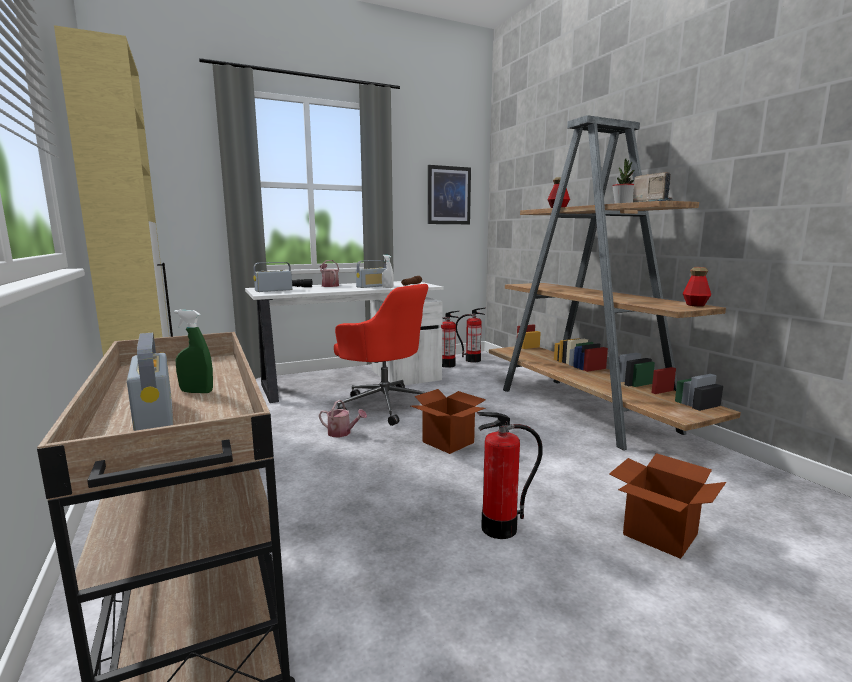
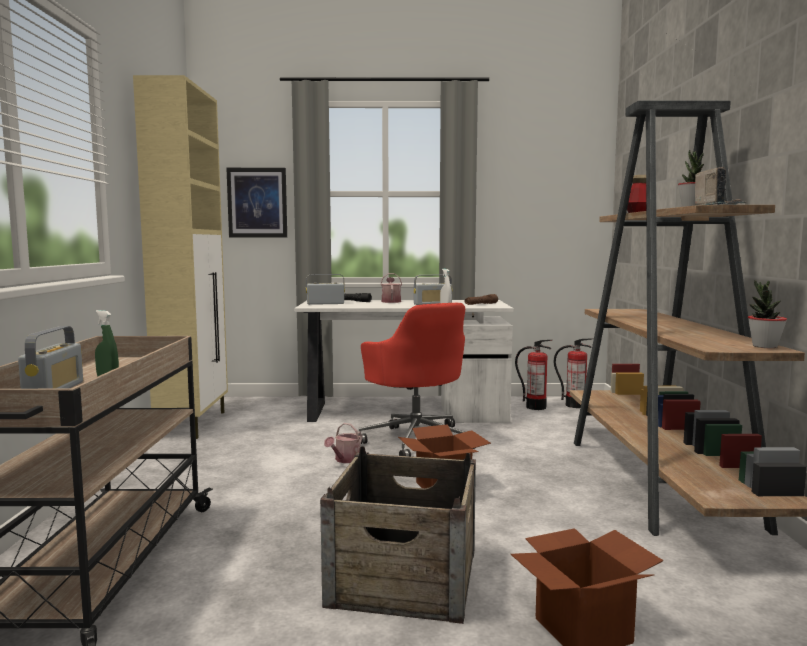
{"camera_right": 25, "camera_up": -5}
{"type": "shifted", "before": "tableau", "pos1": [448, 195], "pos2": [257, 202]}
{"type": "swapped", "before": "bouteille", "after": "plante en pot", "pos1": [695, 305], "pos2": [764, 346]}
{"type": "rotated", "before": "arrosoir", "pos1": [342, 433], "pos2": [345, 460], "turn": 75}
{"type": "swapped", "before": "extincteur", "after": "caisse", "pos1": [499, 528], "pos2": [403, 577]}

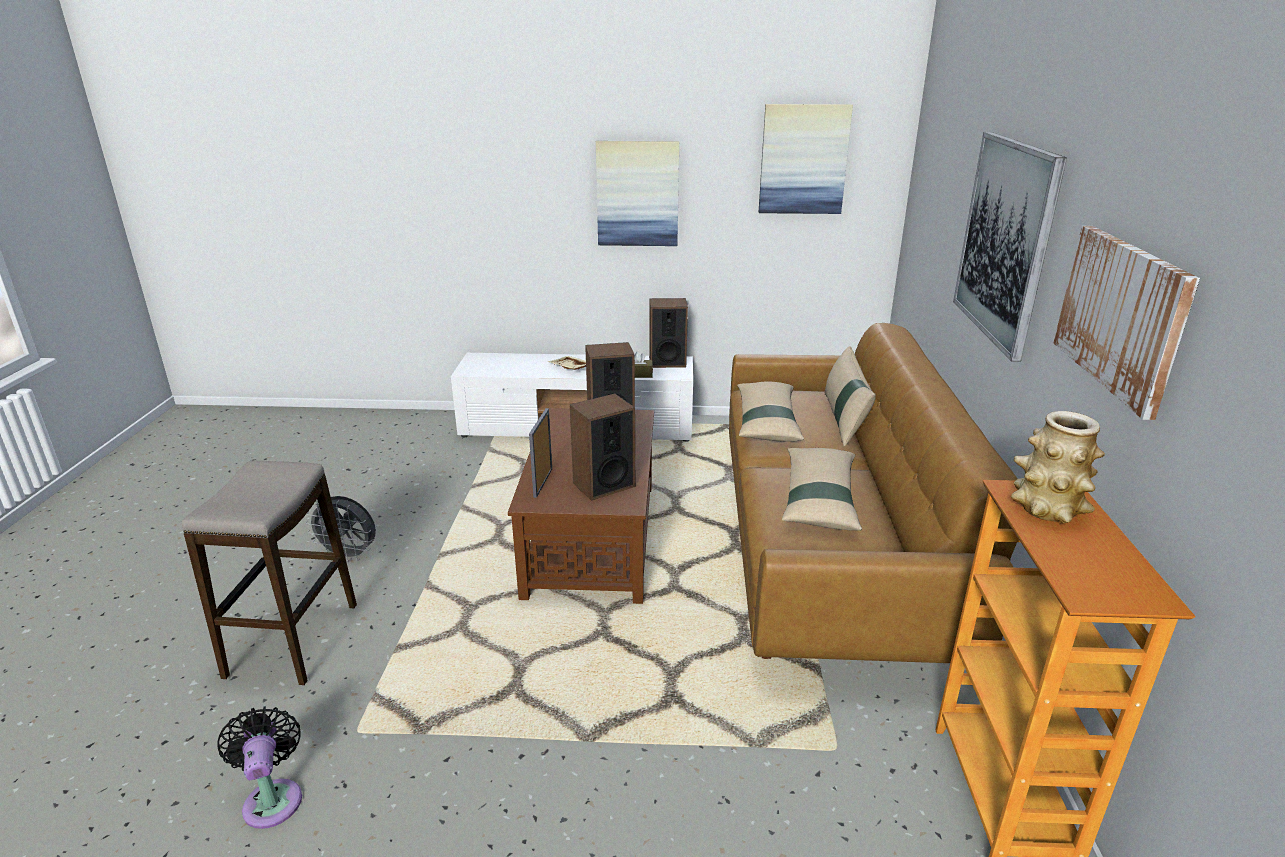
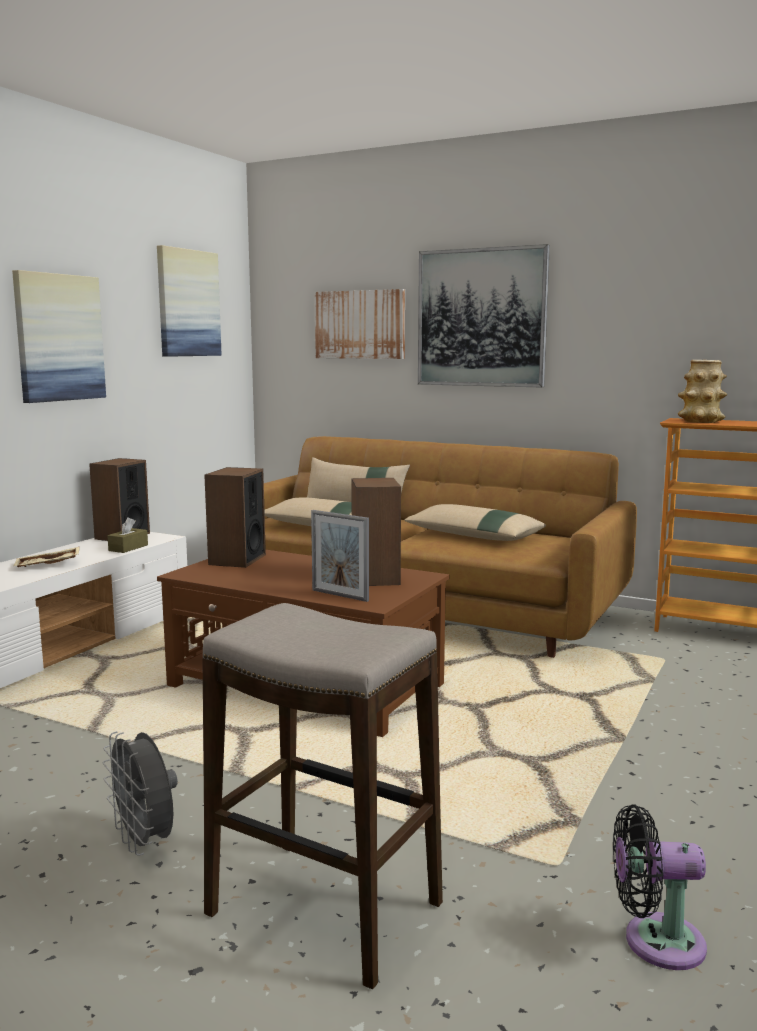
{"camera_right": -65, "camera_up": -15}
{"type": "shifted", "before": "tableau", "pos1": [1121, 315], "pos2": [360, 324]}
{"type": "rotated", "before": "ventilateur/gris", "pos1": [349, 555], "pos2": [145, 842], "turn": 105}

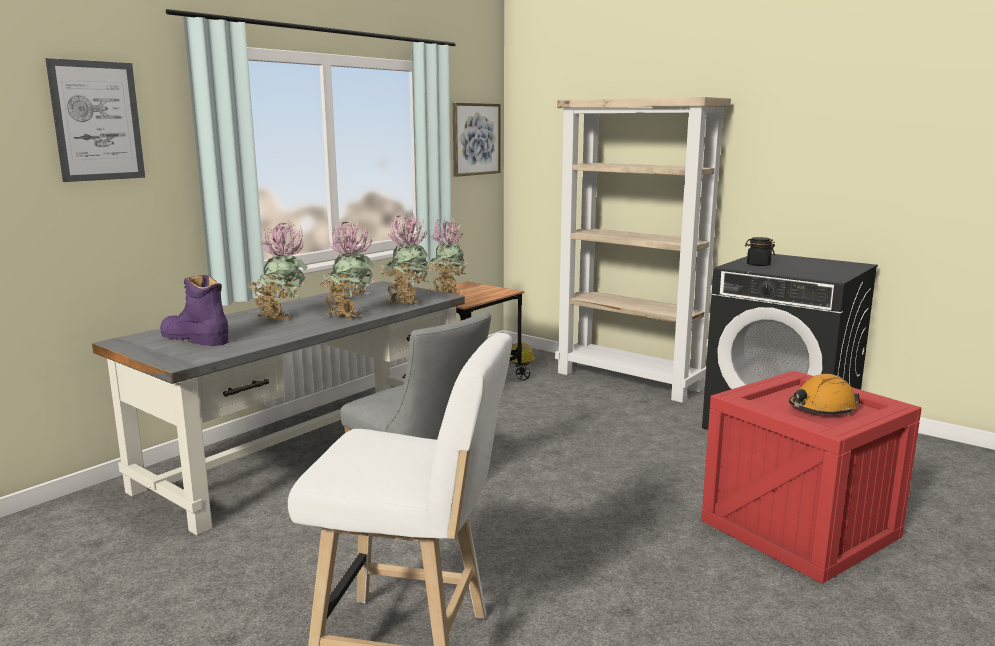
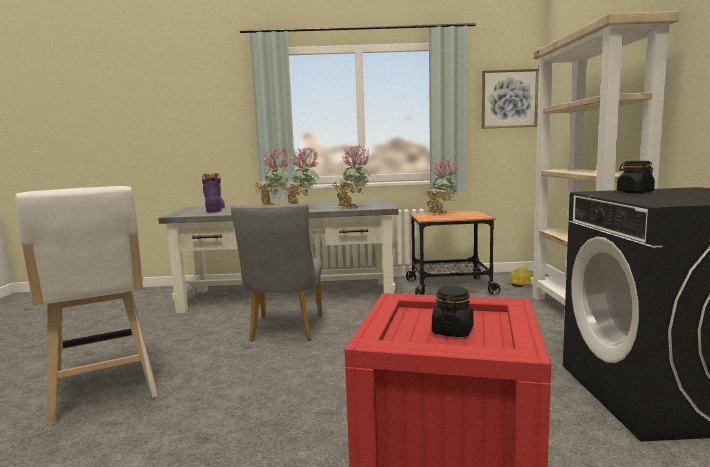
{"camera_right": 50, "camera_up": -5}
{"type": "gone", "before": "tableau", "pos1": [97, 121]}
{"type": "swapped", "before": "casque de chantier/orange", "after": "bocal/noir", "pos1": [822, 408], "pos2": [452, 331]}

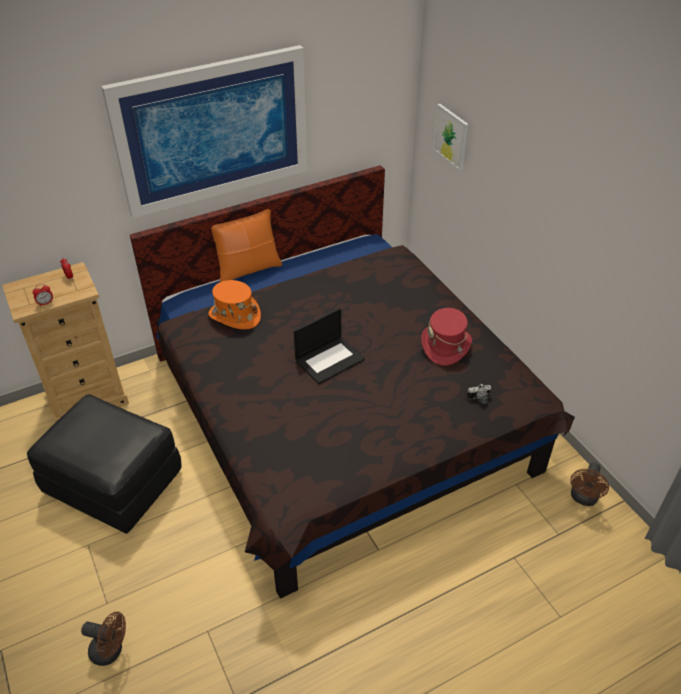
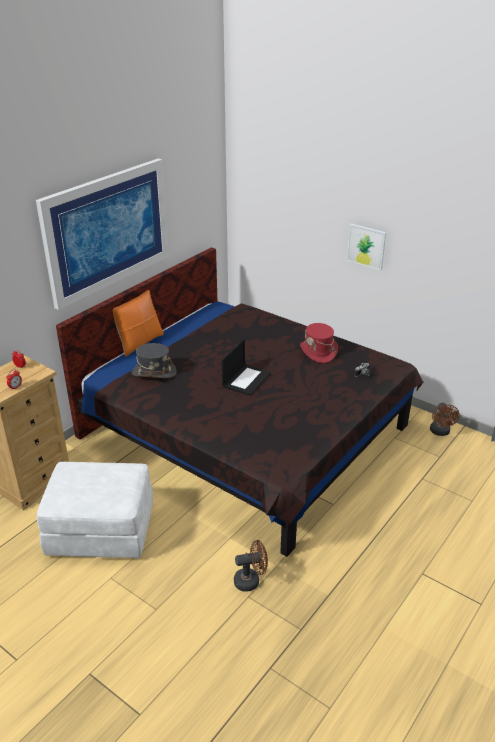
{"camera_right": -25, "camera_up": -10}
{"type": "shifted", "before": "tableau", "pos1": [451, 136], "pos2": [366, 246]}
{"type": "repainted", "before": "chapeau/orange", "after": "chapeau/gris", "pos1": [234, 316], "pos2": [154, 372]}
{"type": "repainted", "before": "pouf/noir", "after": "pouf/blanc", "pos1": [112, 482], "pos2": [100, 530]}
{"type": "shifted", "before": "ventilateur/marron", "pos1": [111, 651], "pos2": [251, 580]}

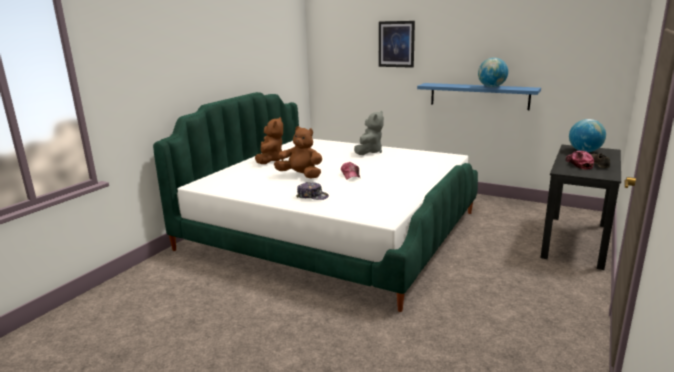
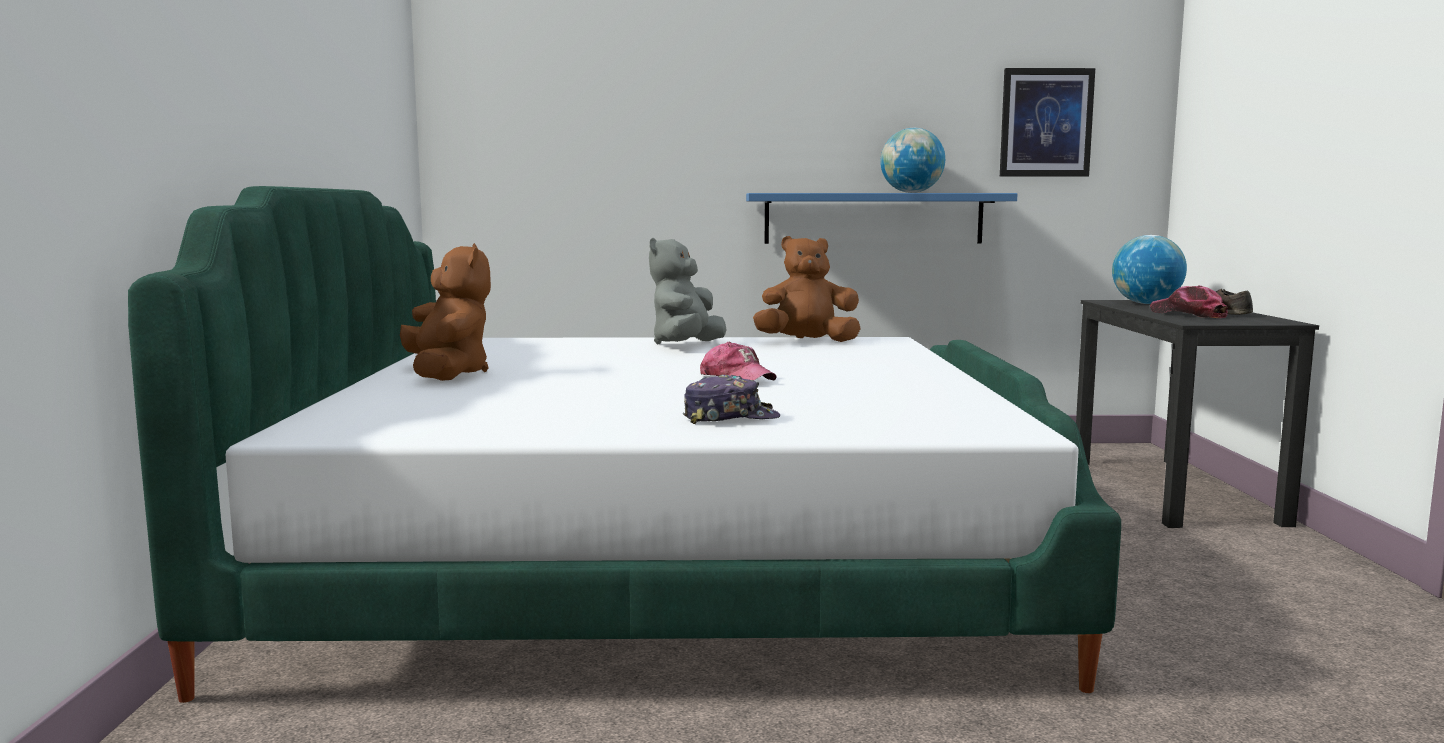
{"camera_right": -30, "camera_up": -10}
{"type": "shifted", "before": "tableau", "pos1": [396, 44], "pos2": [1046, 123]}
{"type": "rotated", "before": "peluche/gris", "pos1": [369, 152], "pos2": [686, 345], "turn": -150}
{"type": "shifted", "before": "peluche/marron", "pos1": [301, 175], "pos2": [807, 342]}

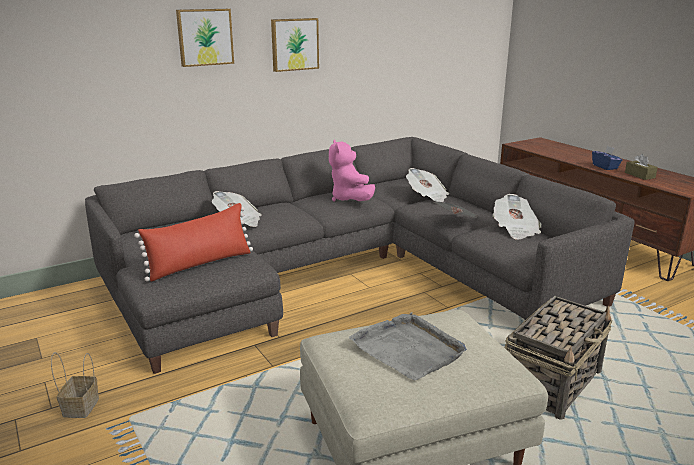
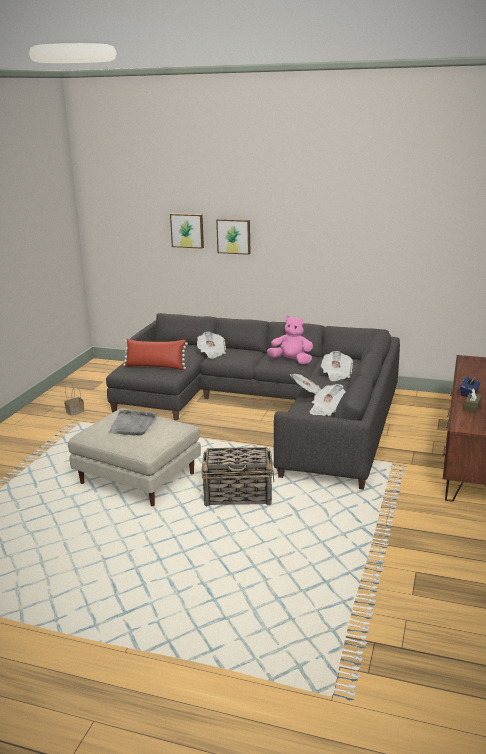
{"camera_right": 50, "camera_up": 0}
{"type": "shifted", "before": "tableau", "pos1": [294, 44], "pos2": [187, 230]}
{"type": "rotated", "before": "peluche/rose", "pos1": [350, 199], "pos2": [291, 361], "turn": 75}

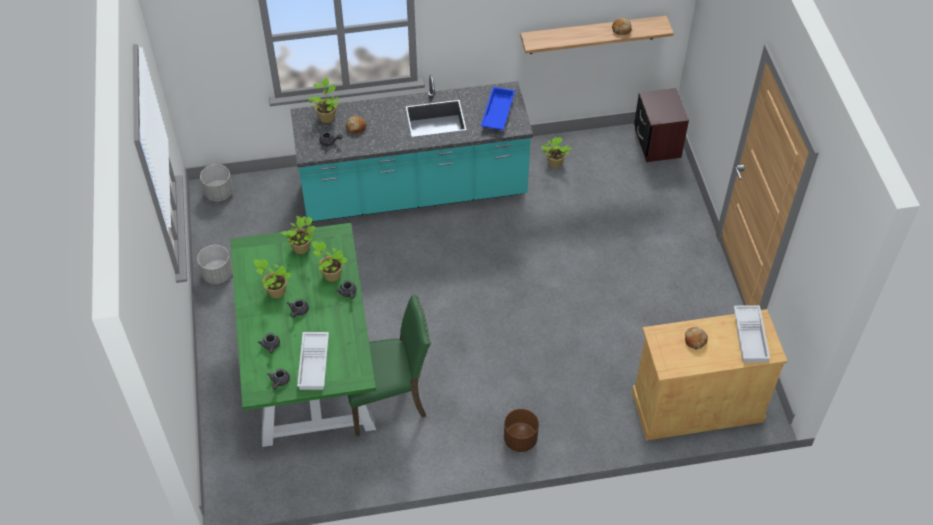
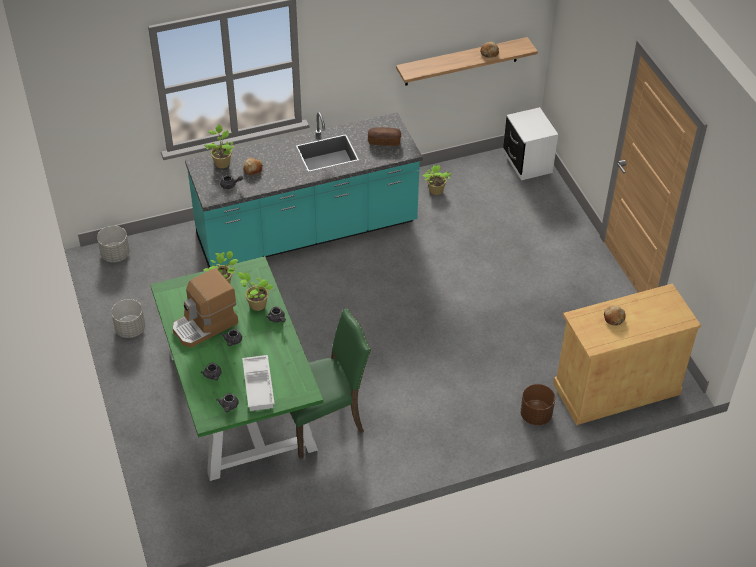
{"camera_right": -10, "camera_up": -5}
{"type": "swapped", "before": "plateau/bleu", "after": "pain", "pos1": [497, 112], "pos2": [384, 141]}
{"type": "repainted", "before": "table de chevet/marron", "after": "table de chevet/blanc", "pos1": [657, 143], "pos2": [527, 163]}
{"type": "swapped", "before": "plante en pot", "after": "machine à café", "pos1": [275, 291], "pos2": [205, 326]}
{"type": "gone", "before": "plateau/blanc", "pos1": [751, 337]}
{"type": "shifted", "before": "cache-pot/marron", "pos1": [520, 439], "pos2": [535, 415]}

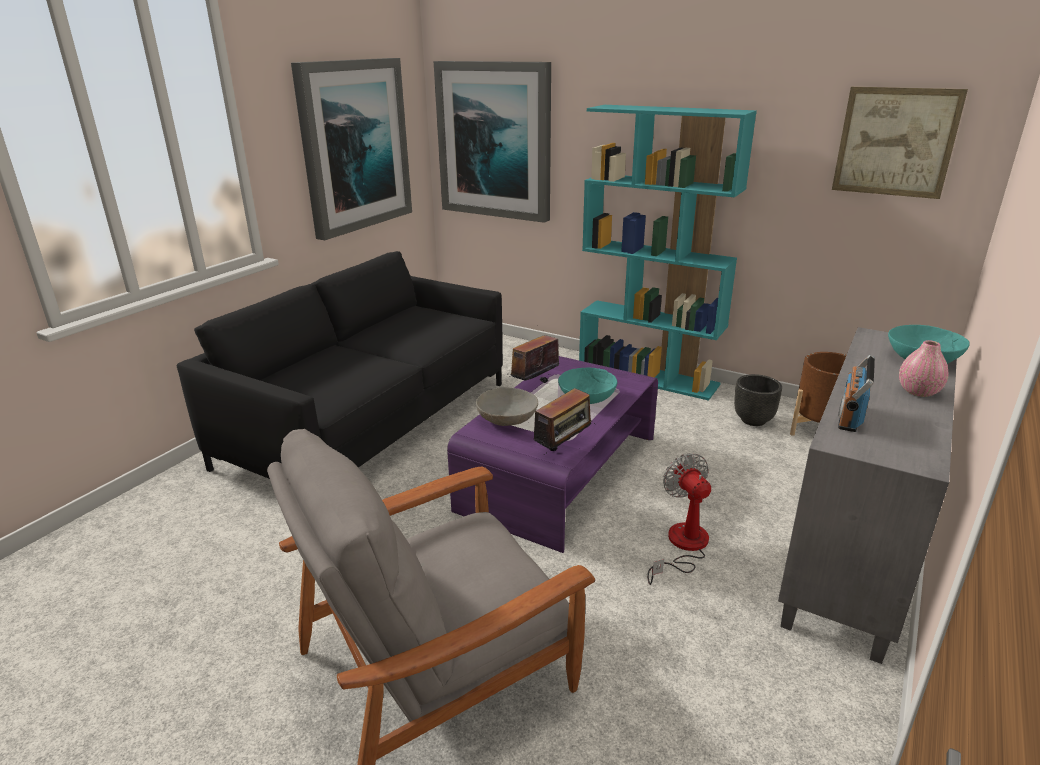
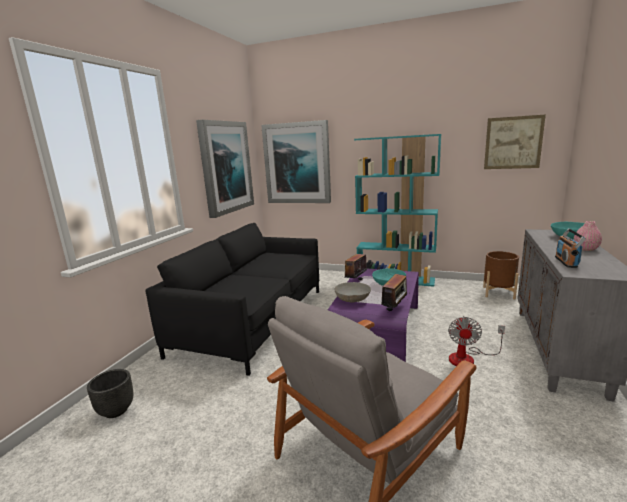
{"camera_right": -10, "camera_up": -10}
{"type": "shifted", "before": "cache-pot/noir", "pos1": [752, 420], "pos2": [116, 410]}
{"type": "rotated", "before": "ventilateur", "pos1": [682, 546], "pos2": [468, 358], "turn": -135}

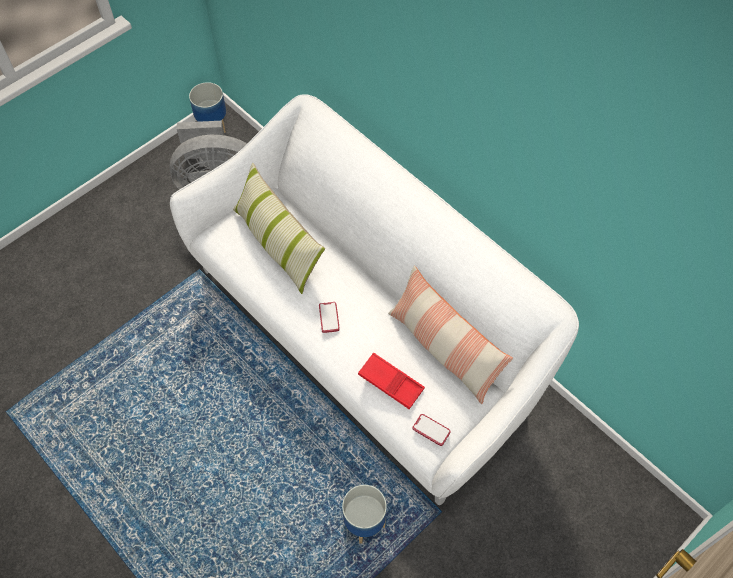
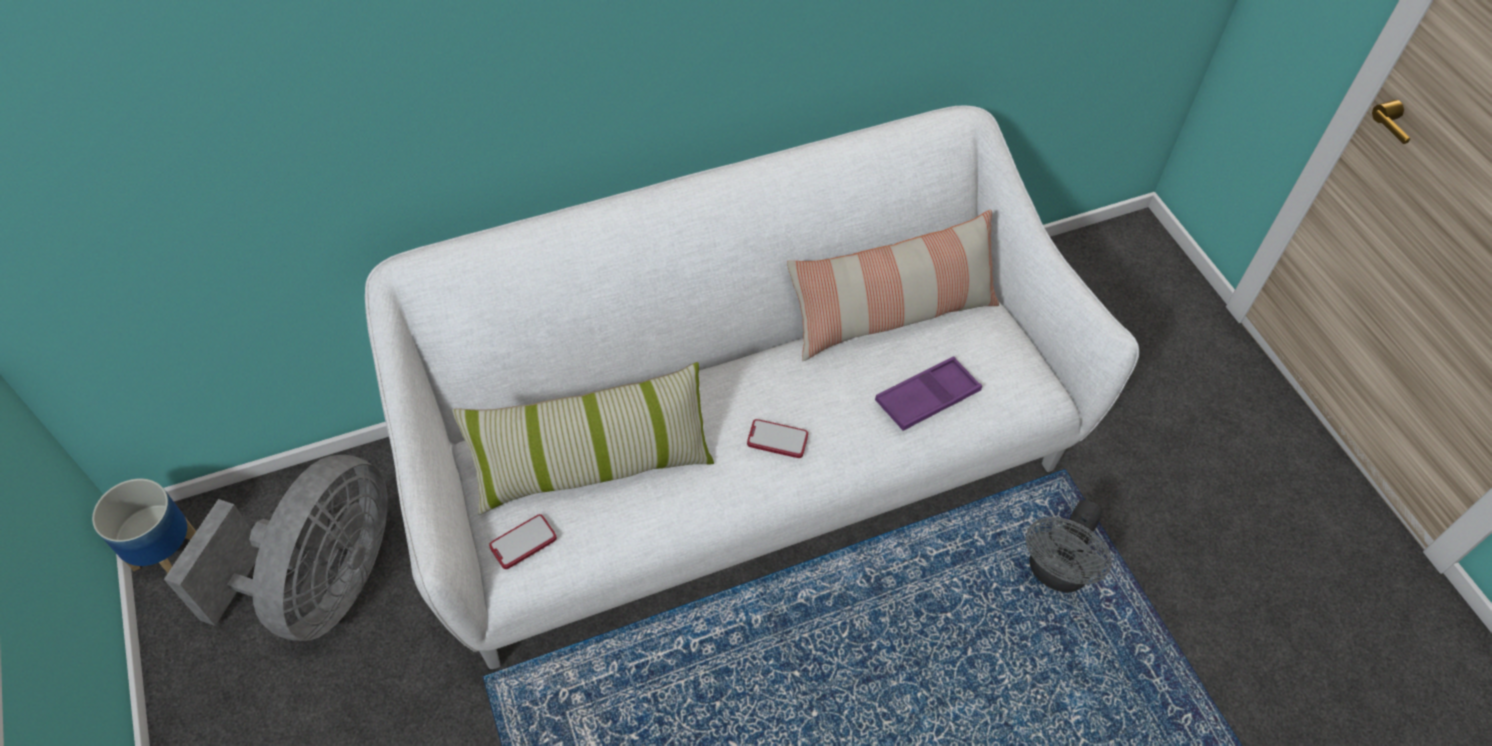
{"camera_right": -70, "camera_up": -5}
{"type": "repainted", "before": "plateau/rouge", "after": "plateau/violet", "pos1": [391, 383], "pos2": [927, 398]}
{"type": "shifted", "before": "téléphone", "pos1": [431, 430], "pos2": [523, 542]}
{"type": "swapped", "before": "cache-pot", "after": "ventilateur/gris", "pos1": [364, 523], "pos2": [1056, 573]}

